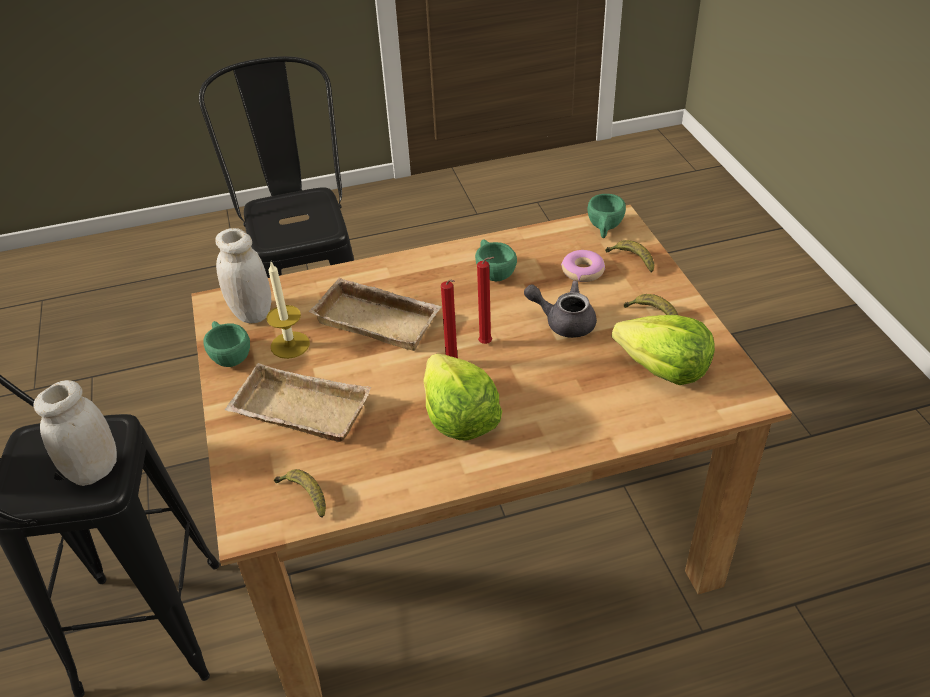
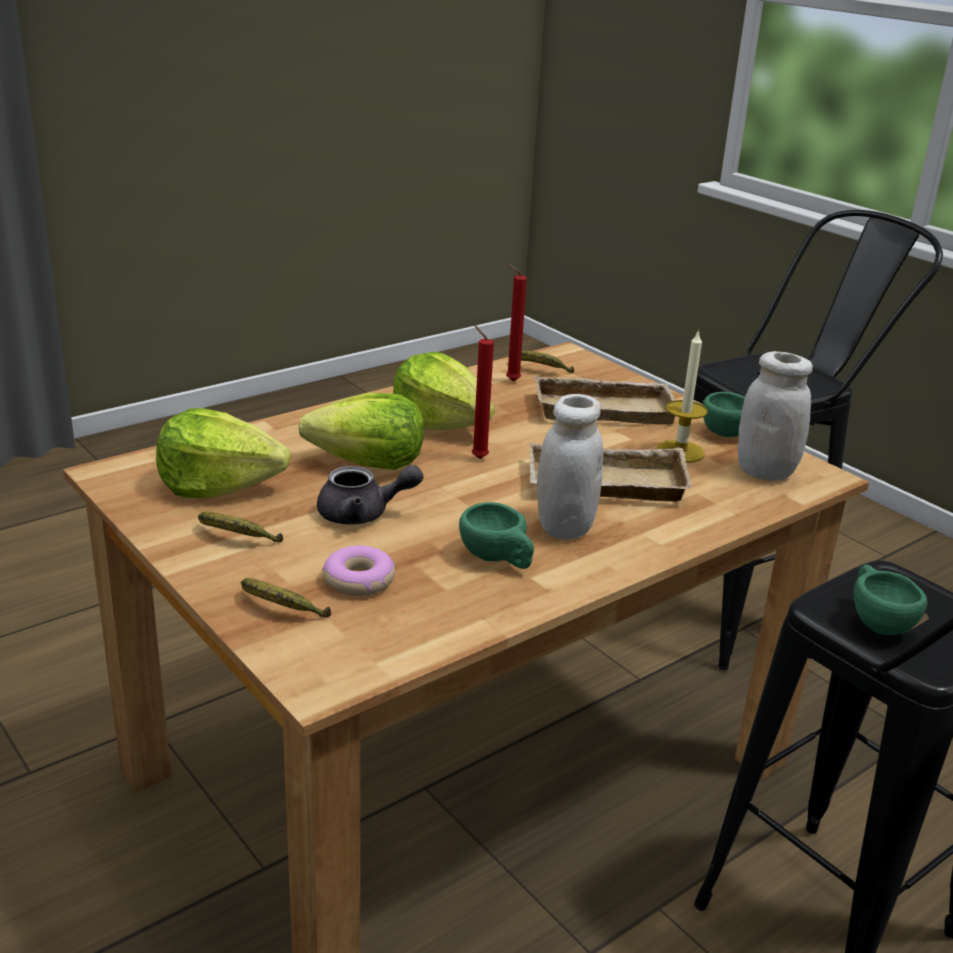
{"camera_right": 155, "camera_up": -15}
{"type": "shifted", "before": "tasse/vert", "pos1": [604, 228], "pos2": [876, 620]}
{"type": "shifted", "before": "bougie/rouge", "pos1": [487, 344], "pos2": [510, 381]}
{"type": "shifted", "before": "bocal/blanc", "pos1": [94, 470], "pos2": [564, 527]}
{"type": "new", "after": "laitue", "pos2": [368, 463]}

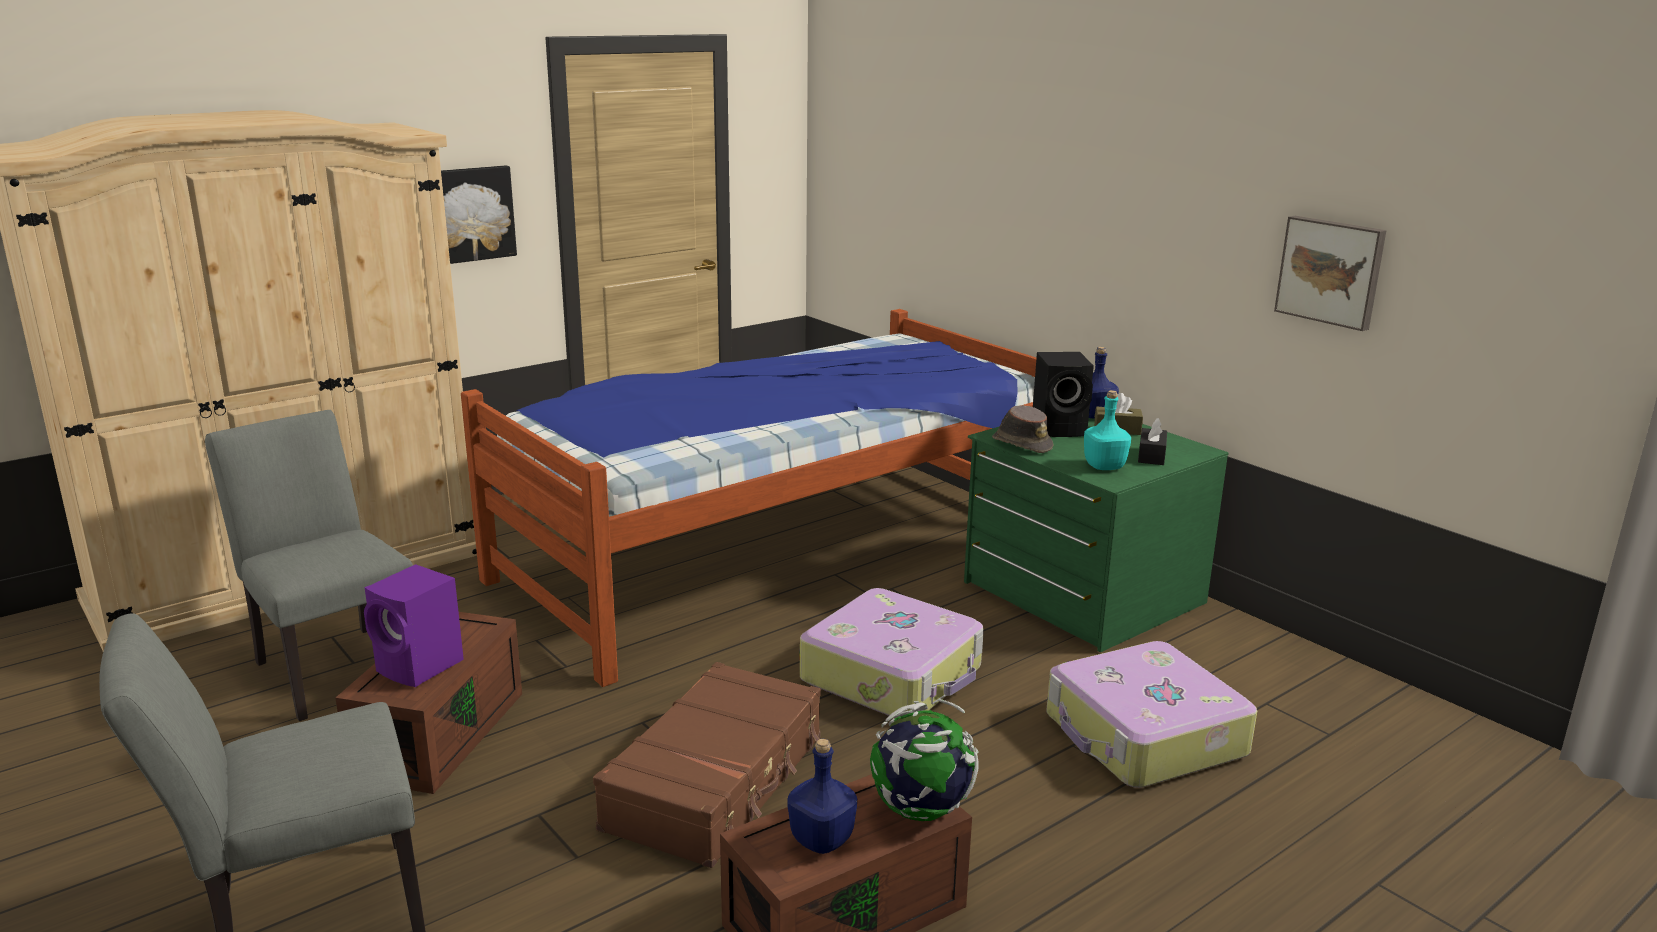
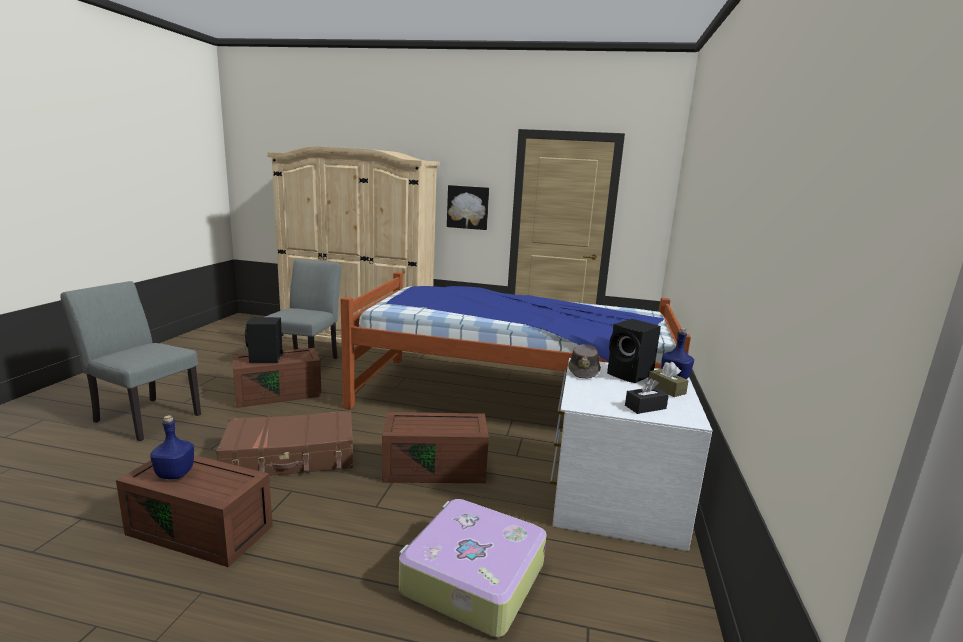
{"camera_right": 50, "camera_up": -5}
{"type": "gone", "before": "tableau", "pos1": [1331, 271]}
{"type": "gone", "before": "bouteille/turquoise", "pos1": [1104, 467]}
{"type": "repainted", "before": "commode/vert", "after": "commode/blanc", "pos1": [1081, 593], "pos2": [613, 495]}
{"type": "repainted", "before": "enceinte/violet", "after": "enceinte/noir", "pos1": [421, 667], "pos2": [265, 359]}
{"type": "swapped", "before": "valise", "after": "boîte de rangement/marron", "pos1": [893, 675], "pos2": [436, 467]}
{"type": "gone", "before": "globe", "pos1": [920, 811]}

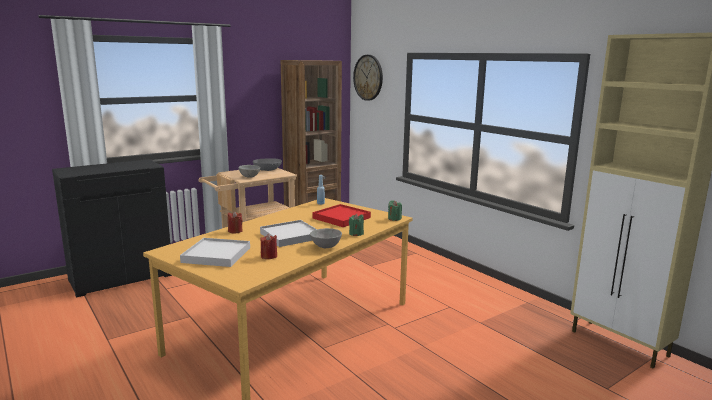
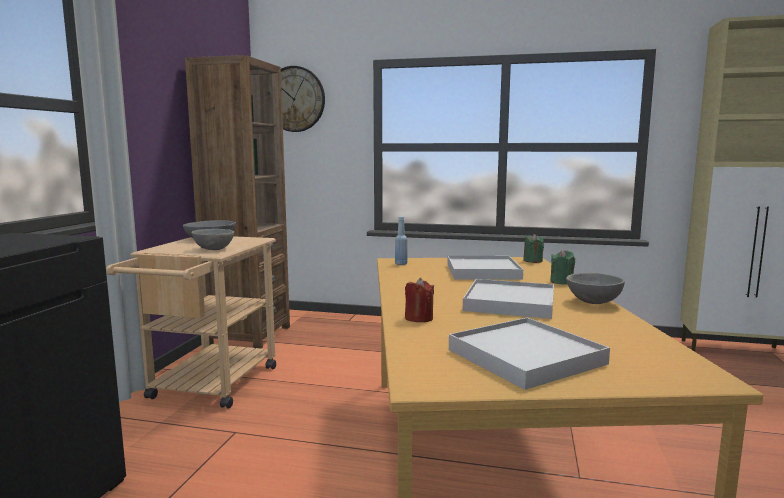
{"camera_right": -40, "camera_up": -5}
{"type": "repainted", "before": "plateau/rouge", "after": "plateau/blanc", "pos1": [341, 218], "pos2": [483, 271]}
{"type": "gone", "before": "bougie/rouge", "pos1": [269, 256]}

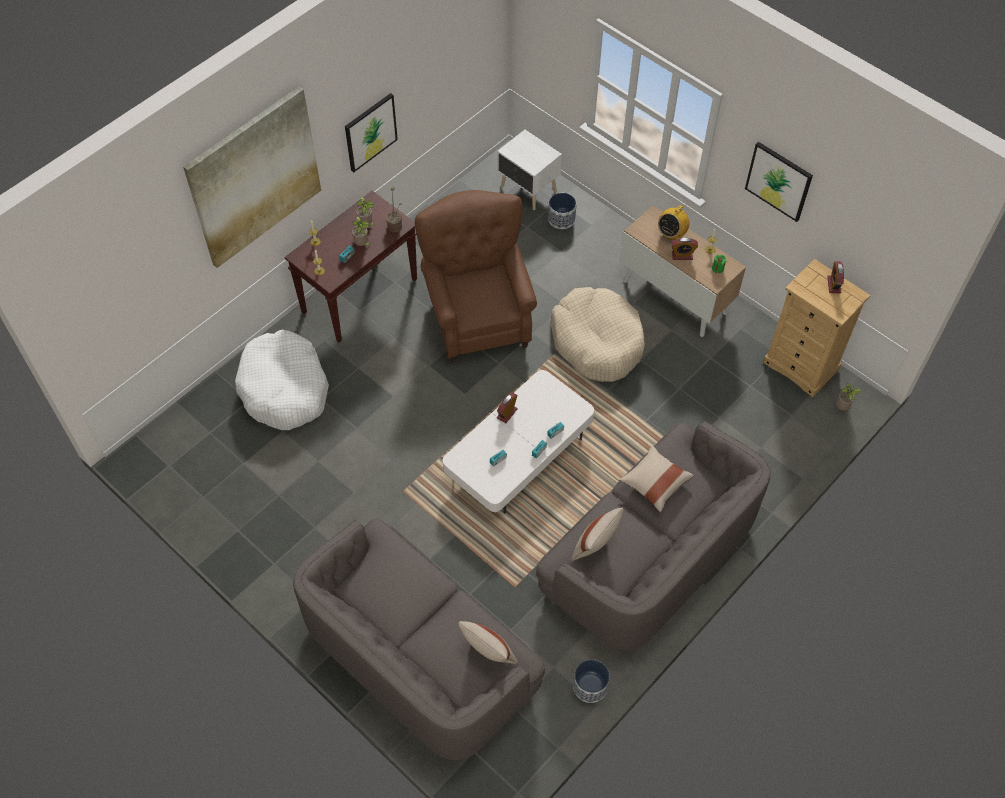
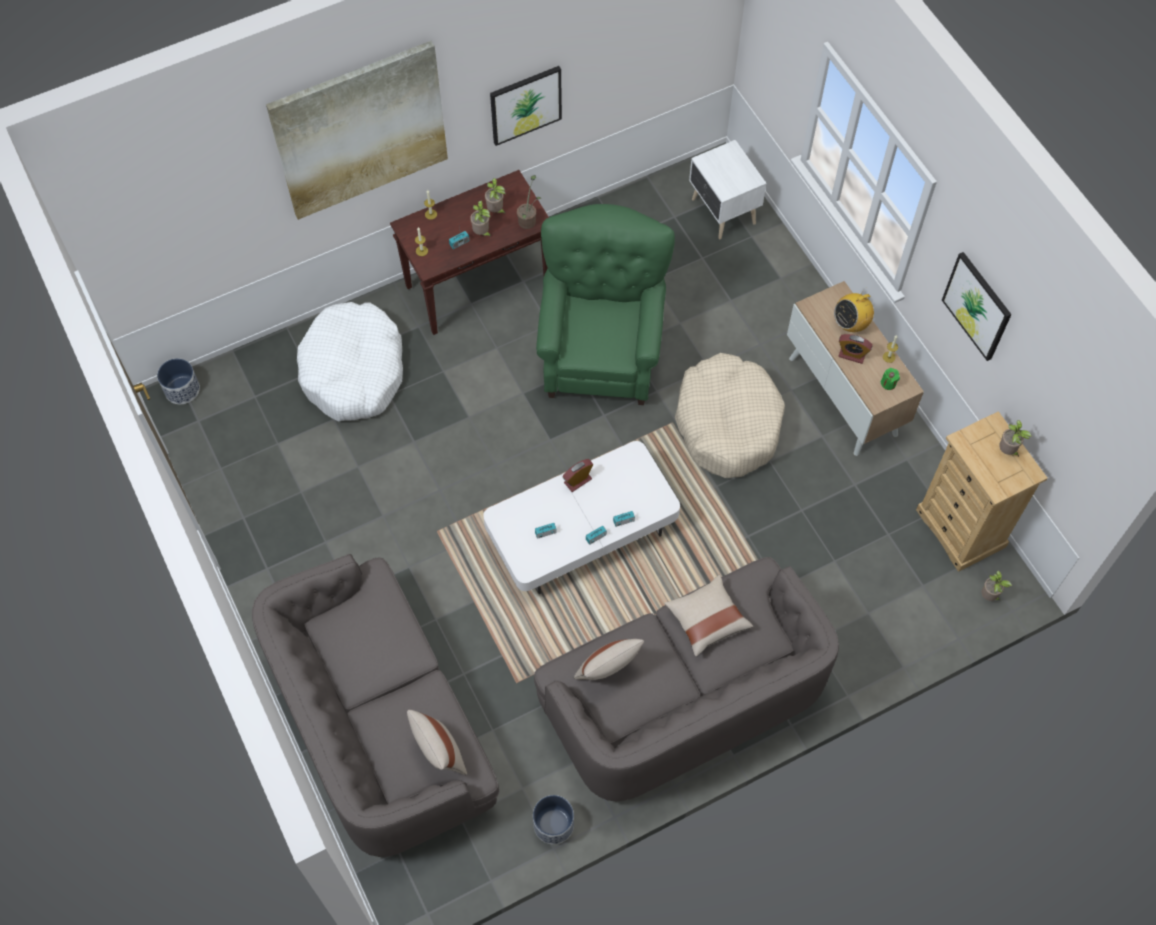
{"camera_right": 20, "camera_up": 5}
{"type": "repainted", "before": "fauteuil/marron", "after": "fauteuil/vert", "pos1": [477, 317], "pos2": [601, 351]}
{"type": "shifted", "before": "cache-pot", "pos1": [561, 219], "pos2": [182, 389]}
{"type": "swapped", "before": "réveil", "after": "plante en pot", "pos1": [834, 285], "pos2": [1007, 451]}

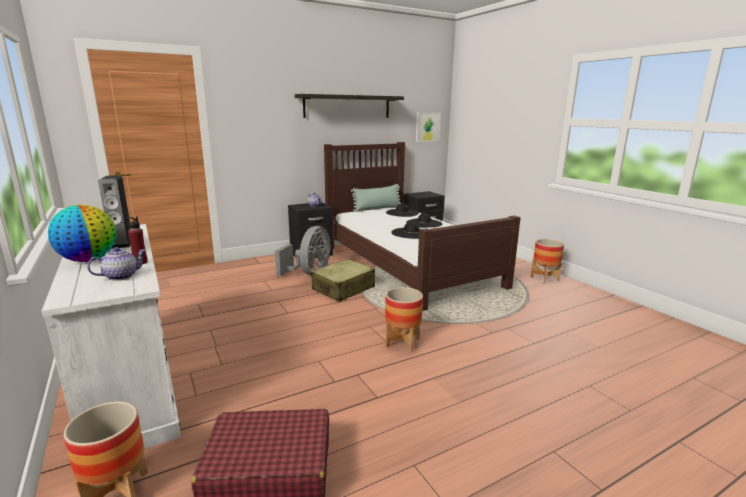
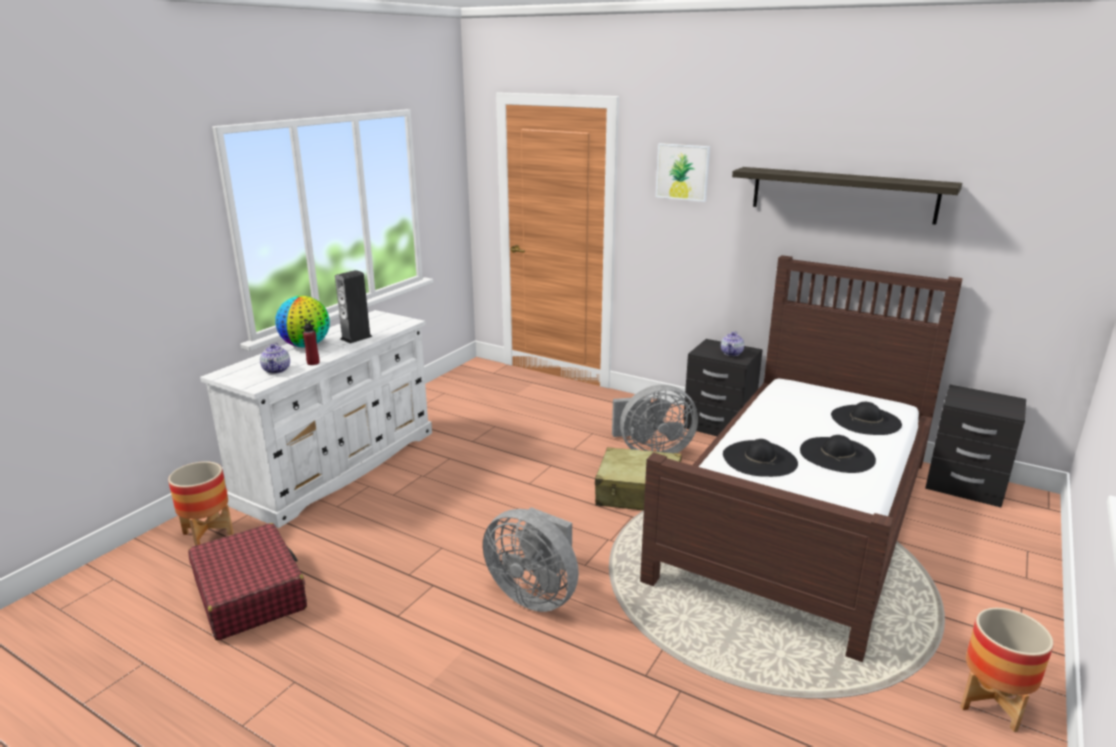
{"camera_right": 60, "camera_up": 5}
{"type": "shifted", "before": "tableau", "pos1": [427, 127], "pos2": [682, 172]}
{"type": "gone", "before": "coussin/vert", "pos1": [377, 209]}
{"type": "rotated", "before": "théière", "pos1": [121, 276], "pos2": [277, 370], "turn": 60}
{"type": "swapped", "before": "cache-pot", "after": "ventilateur/gris", "pos1": [402, 342], "pos2": [535, 594]}

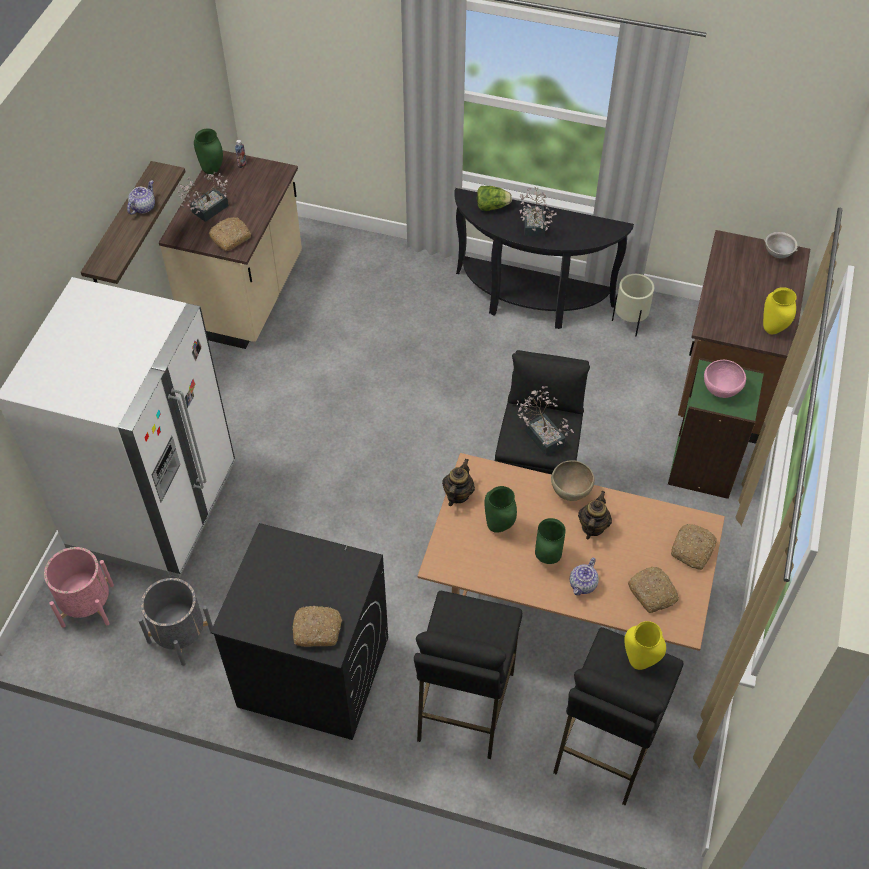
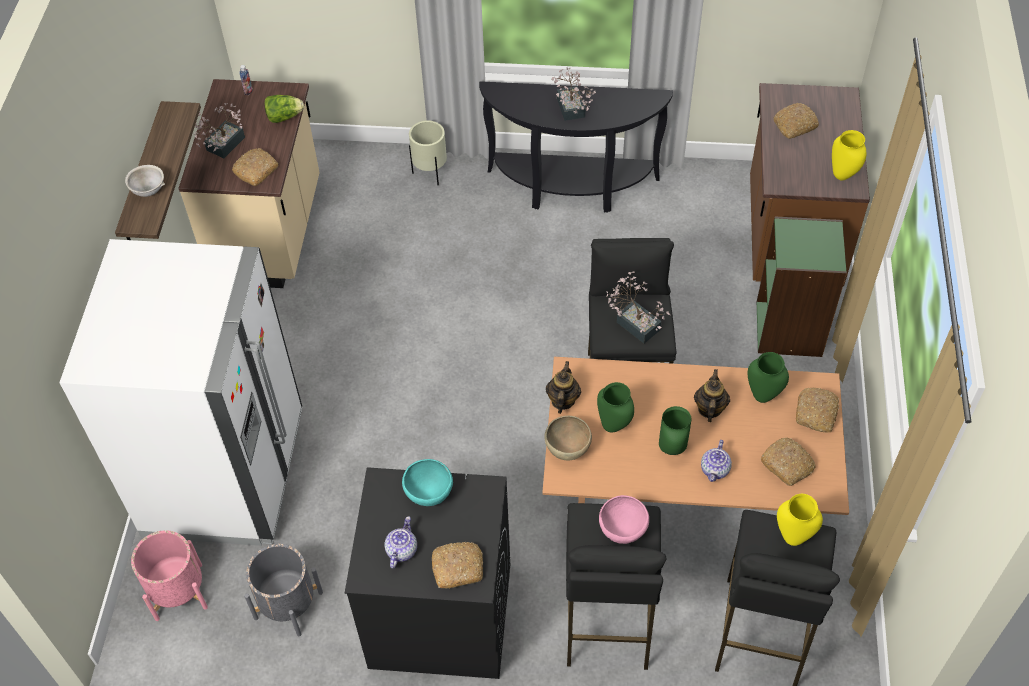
{"camera_right": -10, "camera_up": 0}
{"type": "shifted", "before": "vase/vert", "pos1": [213, 170], "pos2": [763, 395]}
{"type": "shifted", "before": "théière", "pos1": [143, 207], "pos2": [401, 550]}
{"type": "shifted", "before": "laitue", "pos1": [492, 207], "pos2": [284, 117]}
{"type": "shifted", "before": "bol/gris", "pos1": [777, 253], "pos2": [148, 190]}
{"type": "shifted", "before": "cache-pot/beige", "pos1": [629, 324], "pos2": [431, 173]}
{"type": "shifted", "before": "bol/rose", "pos1": [720, 390], "pos2": [622, 530]}
{"type": "shifted", "before": "bol/marron", "pos1": [571, 492], "pos2": [568, 449]}
{"type": "new", "after": "pain", "pos2": [794, 126]}
{"type": "new", "after": "bol/turquoise", "pos2": [429, 494]}

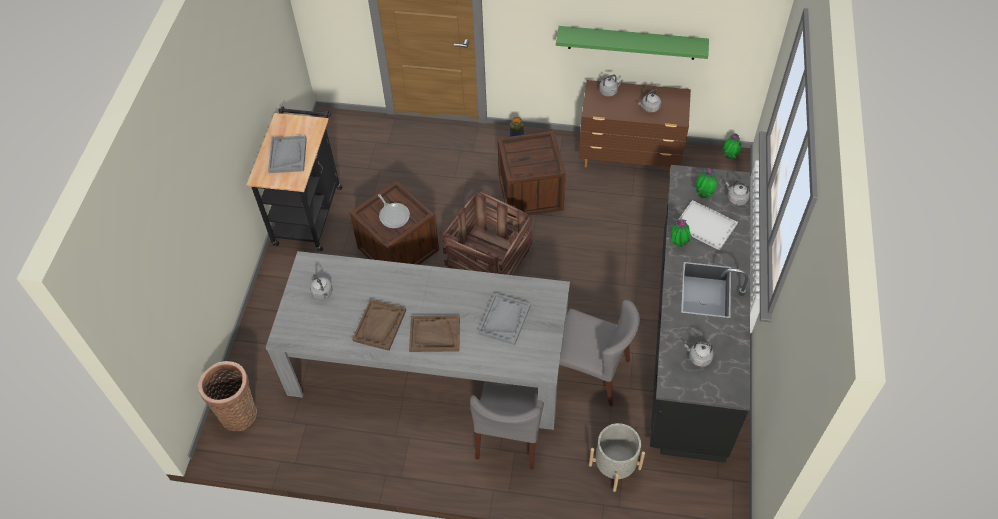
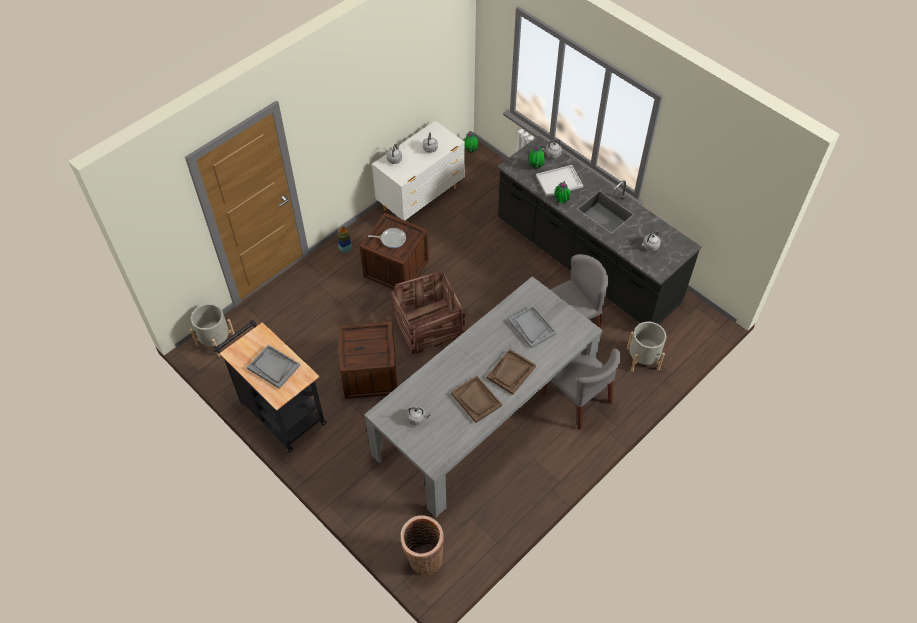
{"camera_right": -55, "camera_up": 0}
{"type": "gone", "before": "étagère/vert", "pos1": [631, 42]}
{"type": "repainted", "before": "commode/marron", "after": "commode/blanc", "pos1": [630, 158], "pos2": [421, 199]}
{"type": "shifted", "before": "poêle", "pos1": [394, 215], "pos2": [391, 239]}
{"type": "new", "after": "cache-pot/gris", "pos2": [216, 340]}

